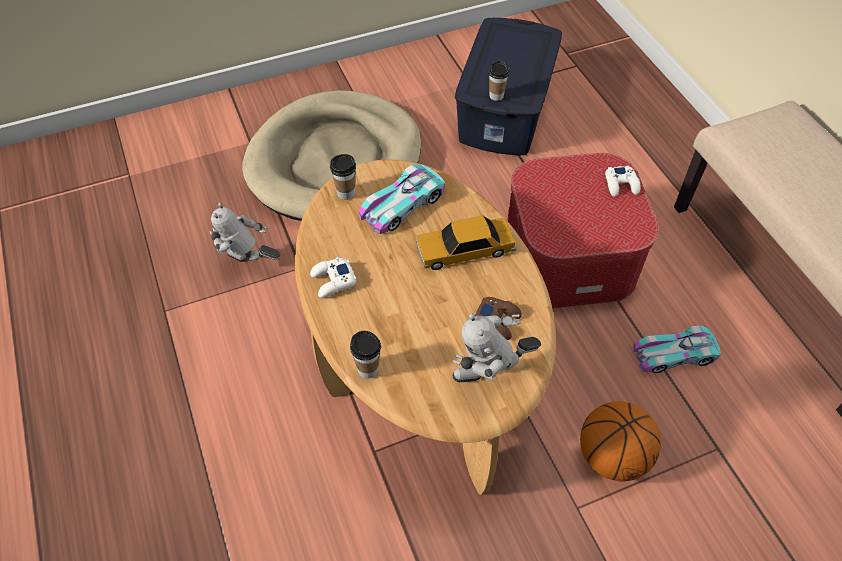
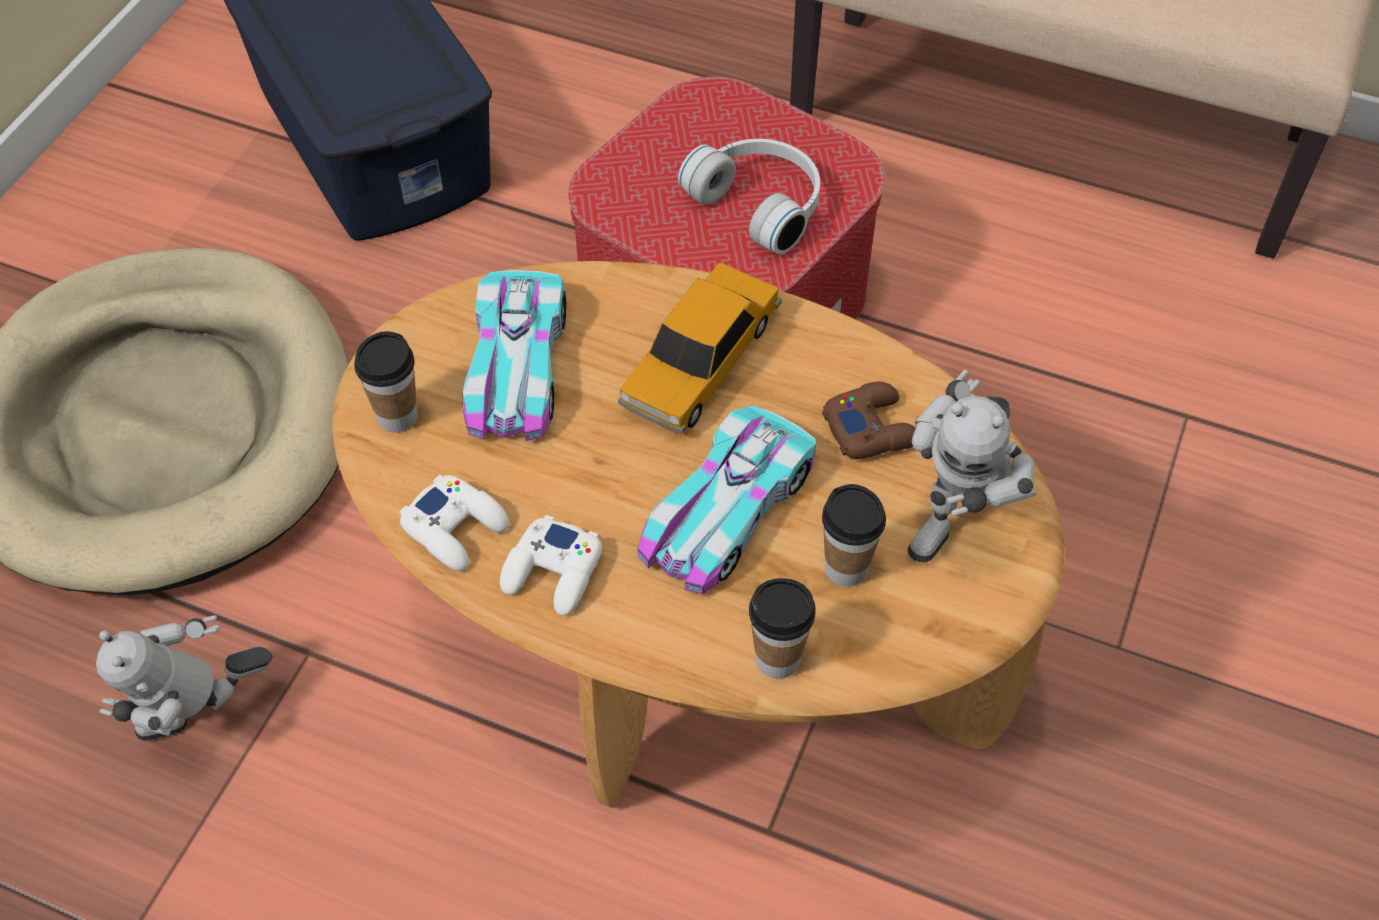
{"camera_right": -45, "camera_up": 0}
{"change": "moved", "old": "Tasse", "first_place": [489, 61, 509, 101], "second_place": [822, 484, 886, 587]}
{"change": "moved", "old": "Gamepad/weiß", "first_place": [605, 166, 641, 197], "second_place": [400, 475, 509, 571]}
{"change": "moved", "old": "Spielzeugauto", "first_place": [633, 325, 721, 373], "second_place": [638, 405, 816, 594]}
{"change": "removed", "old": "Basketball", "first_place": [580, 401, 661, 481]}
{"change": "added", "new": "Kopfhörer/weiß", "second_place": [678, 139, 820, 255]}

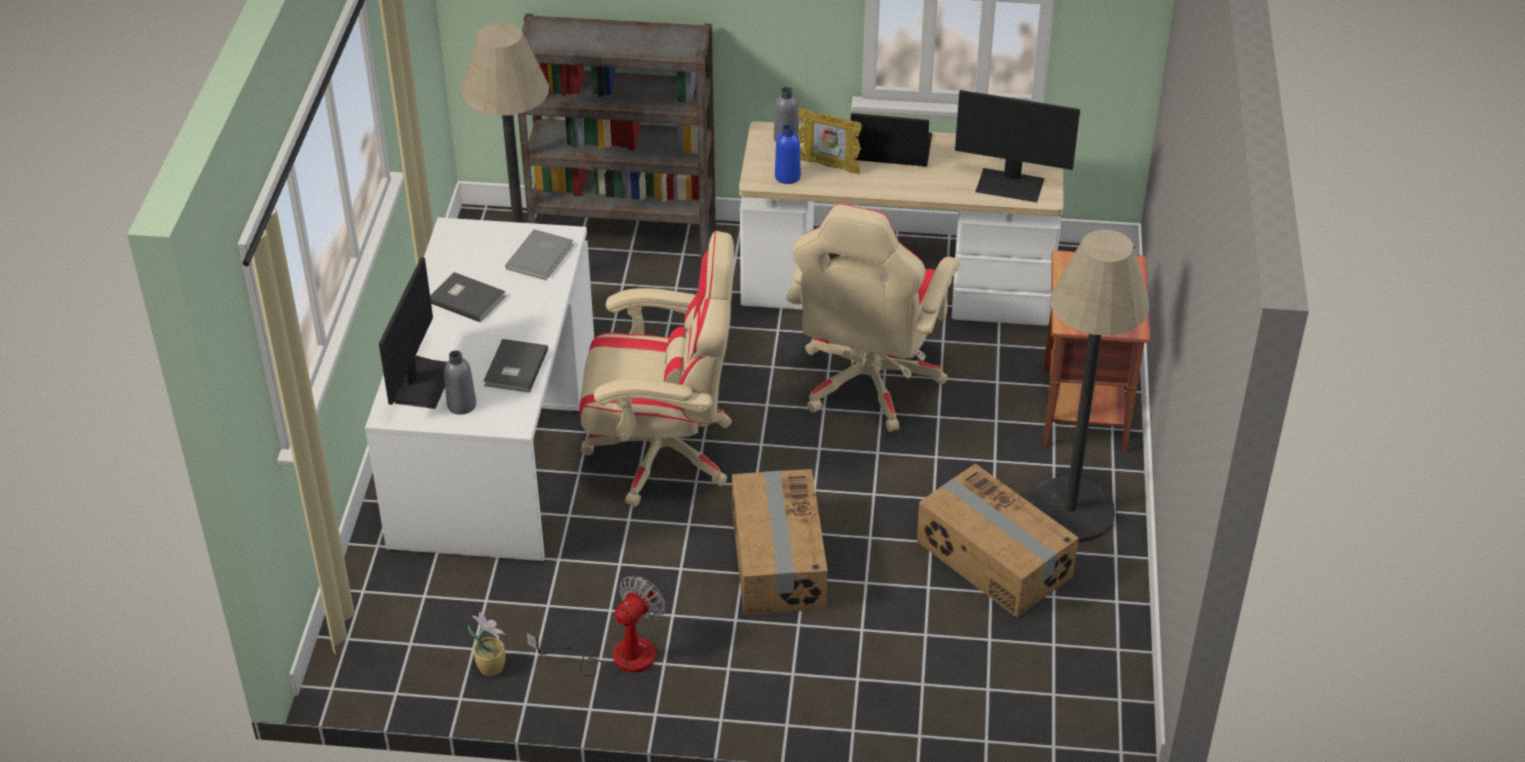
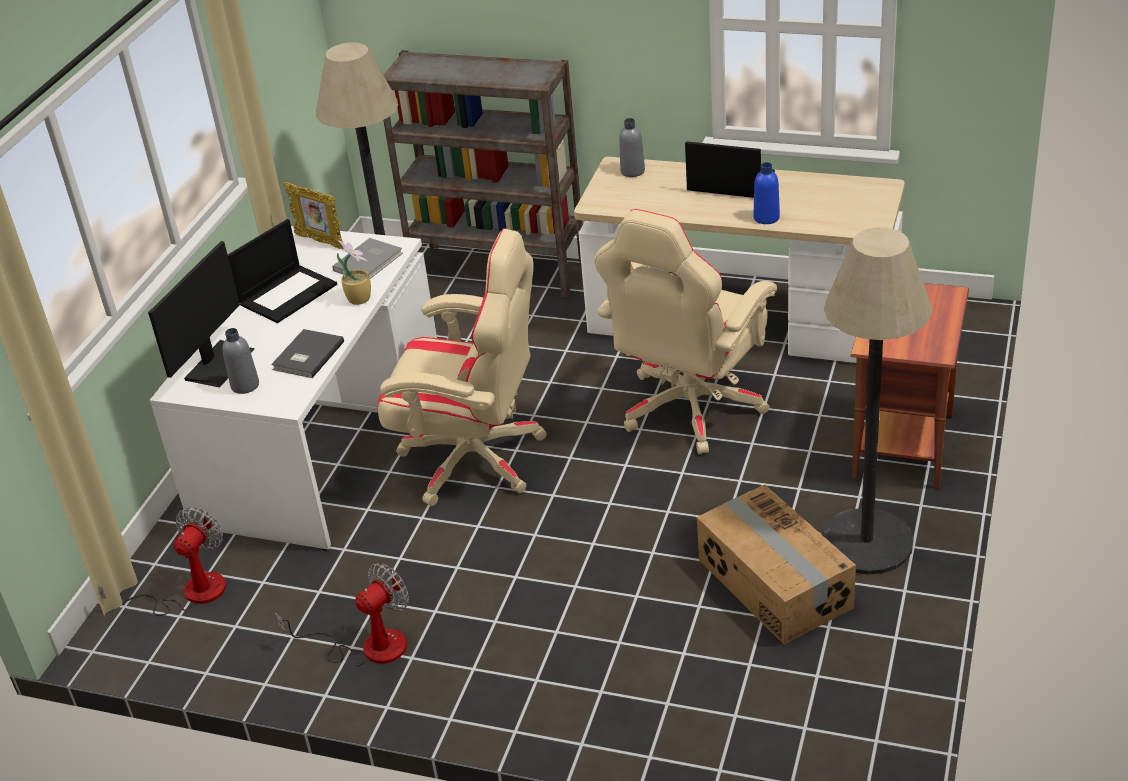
{"camera_right": 15, "camera_up": -5}
{"change": "removed", "old": "Monitor", "first_place": [955, 90, 1080, 203]}
{"change": "moved", "old": "Bilderrahmen", "first_place": [797, 108, 862, 174], "second_place": [284, 182, 344, 249]}
{"change": "moved", "old": "Flasche/blau", "first_place": [775, 124, 801, 184], "second_place": [754, 162, 780, 224]}
{"change": "replaced", "old": "Buch/grau", "new": "Laptop", "first_place": [430, 272, 506, 322], "second_place": [228, 219, 337, 323]}
{"change": "removed", "old": "Karton", "first_place": [732, 469, 828, 615]}
{"change": "moved", "old": "Topfpflanze", "first_place": [468, 612, 506, 676], "second_place": [337, 240, 371, 305]}
{"change": "added", "new": "Ventilator", "second_place": [98, 507, 226, 616]}

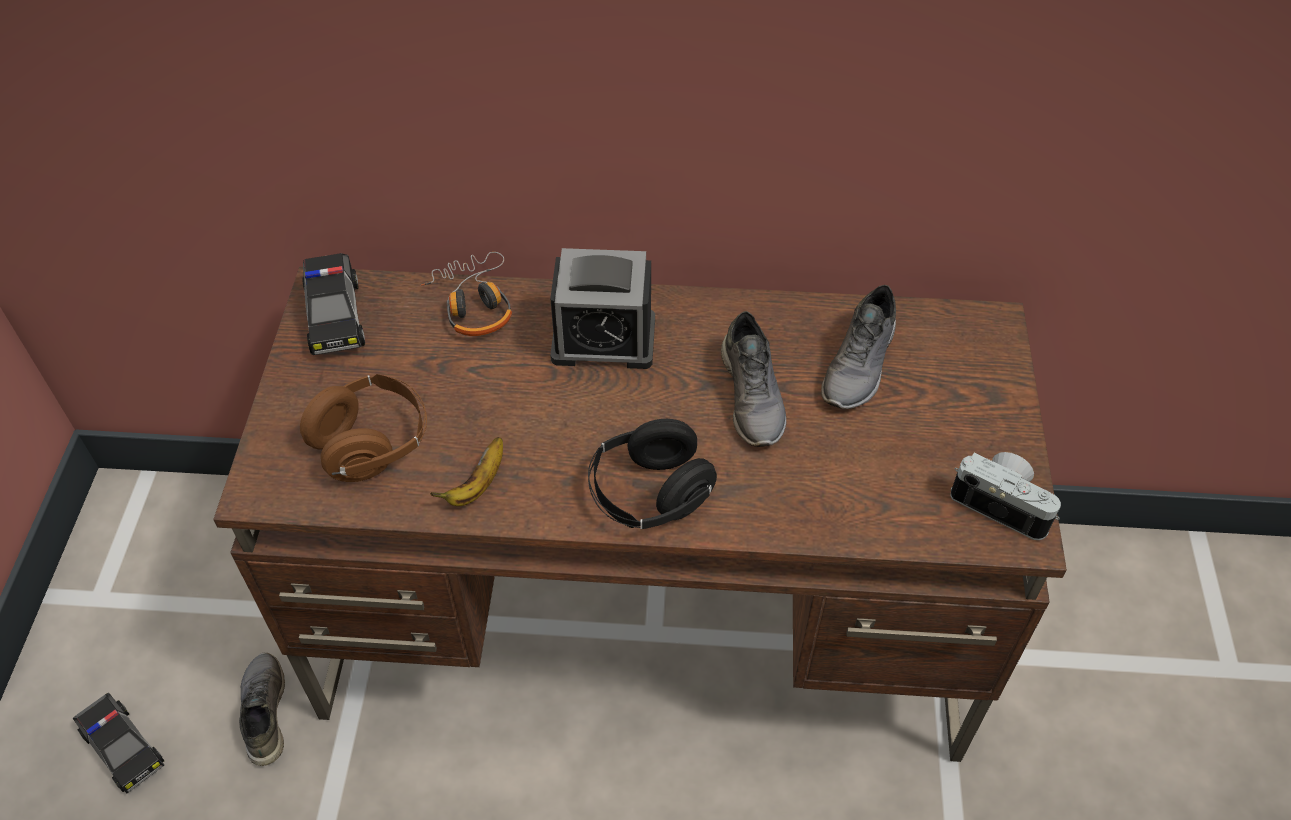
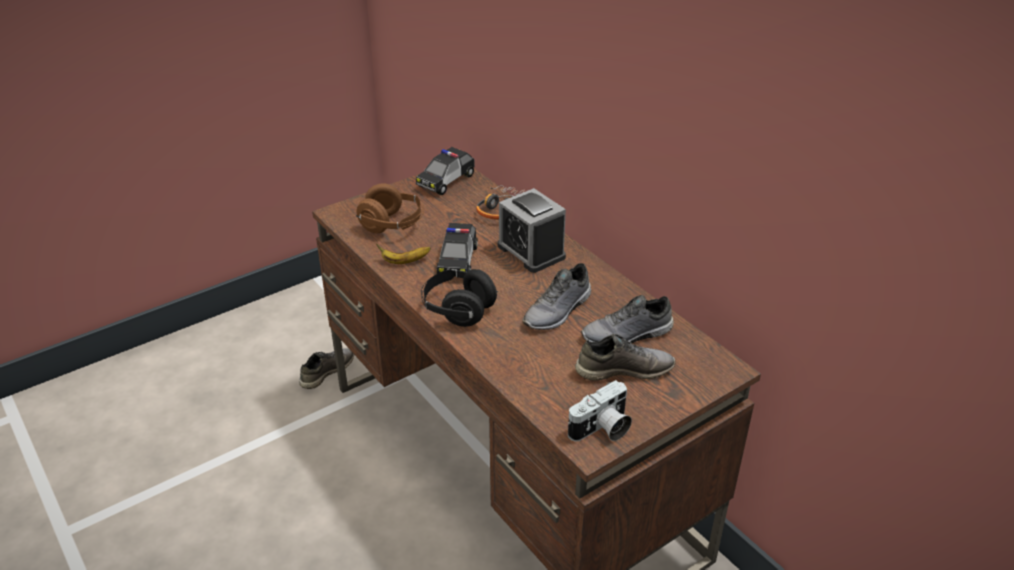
{"camera_right": 50, "camera_up": -15}
{"change": "turned", "old": "Kamera", "first_place": [950, 452, 1061, 540], "second_place": [568, 380, 632, 441], "degrees": 60}
{"change": "moved", "old": "Spielzeugauto", "first_place": [73, 693, 164, 793], "second_place": [436, 223, 478, 274]}
{"change": "added", "new": "Schuh/grau", "second_place": [575, 334, 676, 381]}

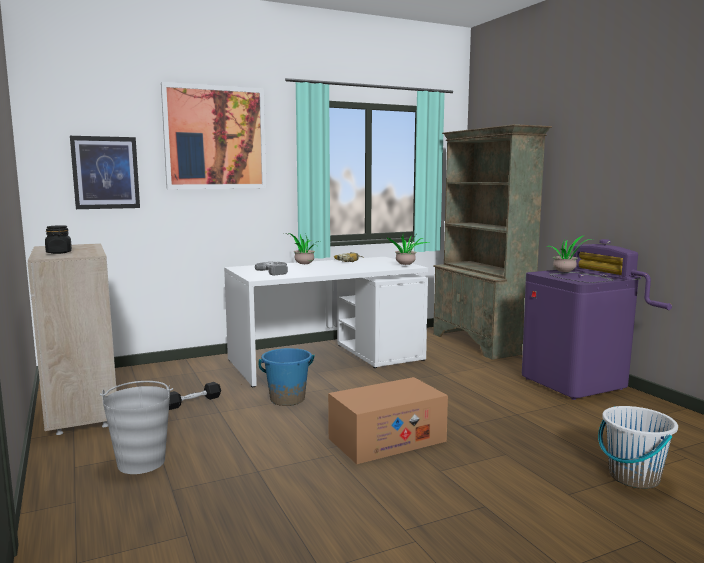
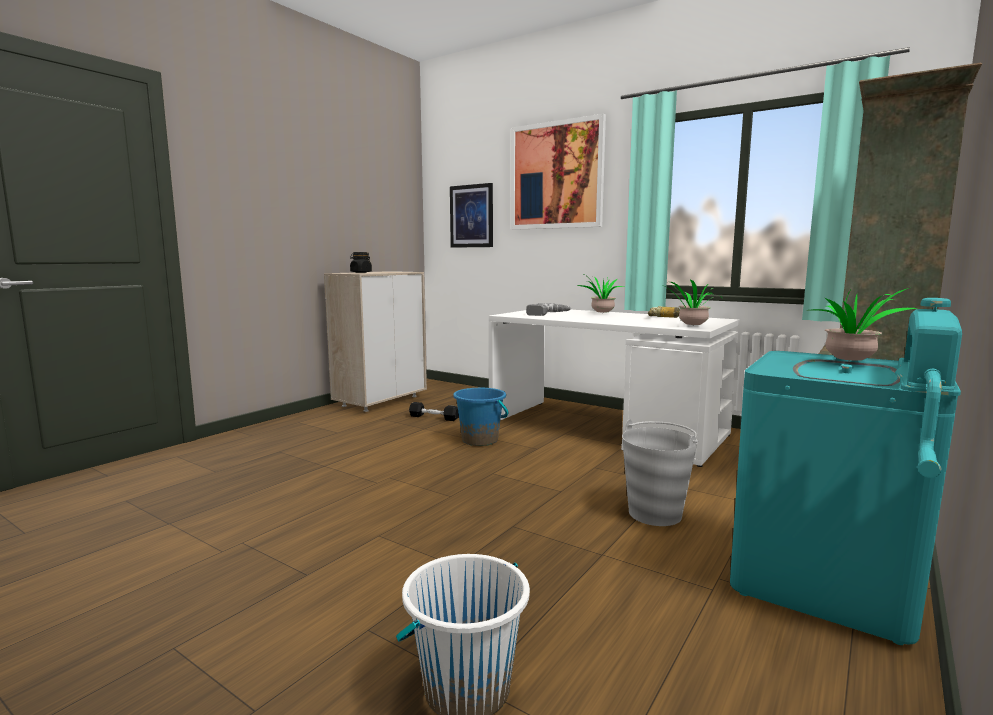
{"camera_right": 60, "camera_up": 0}
{"change": "recoloured", "old": "Waschmaschine/lila", "new": "Waschmaschine/türkis", "first_place": [522, 239, 672, 400], "second_place": [730, 298, 962, 645]}
{"change": "removed", "old": "Karton", "first_place": [328, 377, 448, 464]}
{"change": "moved", "old": "Eimer/grau", "first_place": [100, 381, 173, 474], "second_place": [622, 419, 698, 526]}

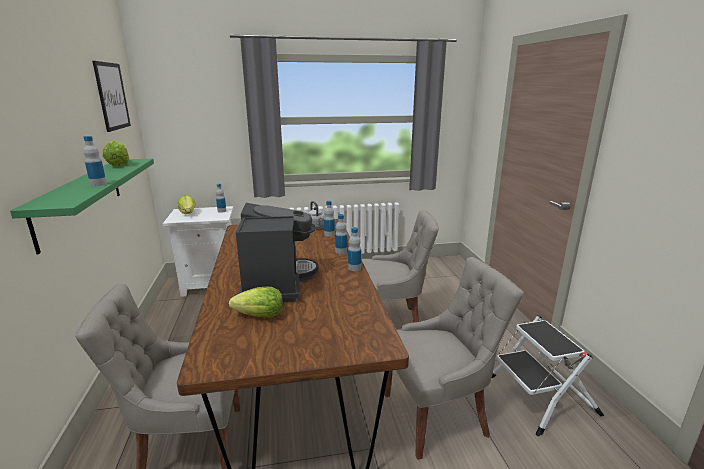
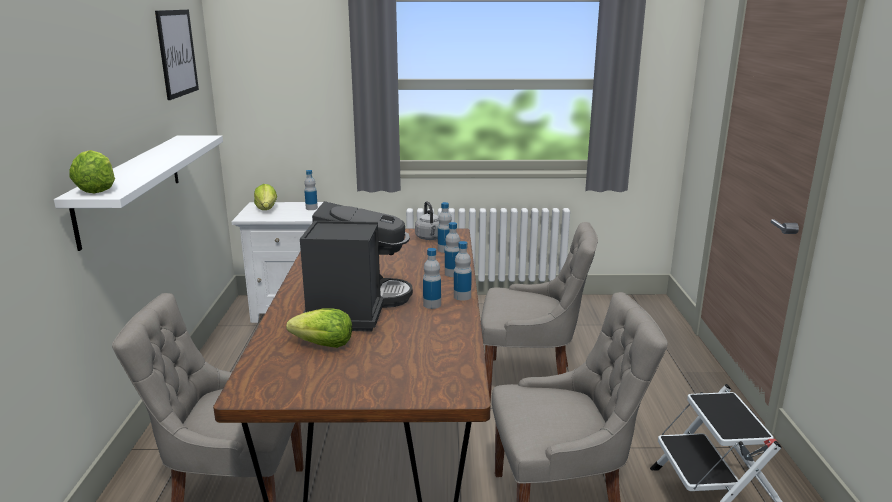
{"camera_right": 10, "camera_up": 0}
{"change": "moved", "old": "Flasche", "first_place": [83, 136, 107, 186], "second_place": [423, 248, 441, 309]}
{"change": "moved", "old": "Salatkopf", "first_place": [103, 141, 130, 166], "second_place": [70, 150, 115, 194]}
{"change": "recoloured", "old": "Wandregal/grün", "new": "Wandregal/weiß", "first_place": [10, 159, 154, 254], "second_place": [54, 135, 223, 251]}

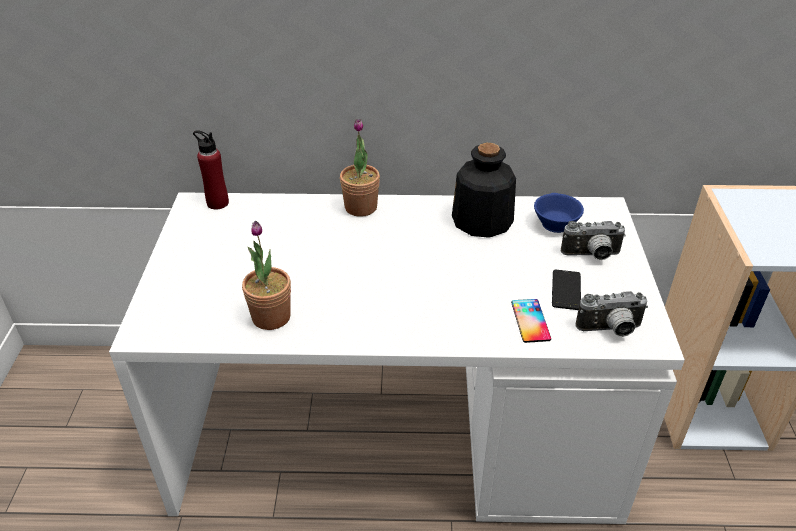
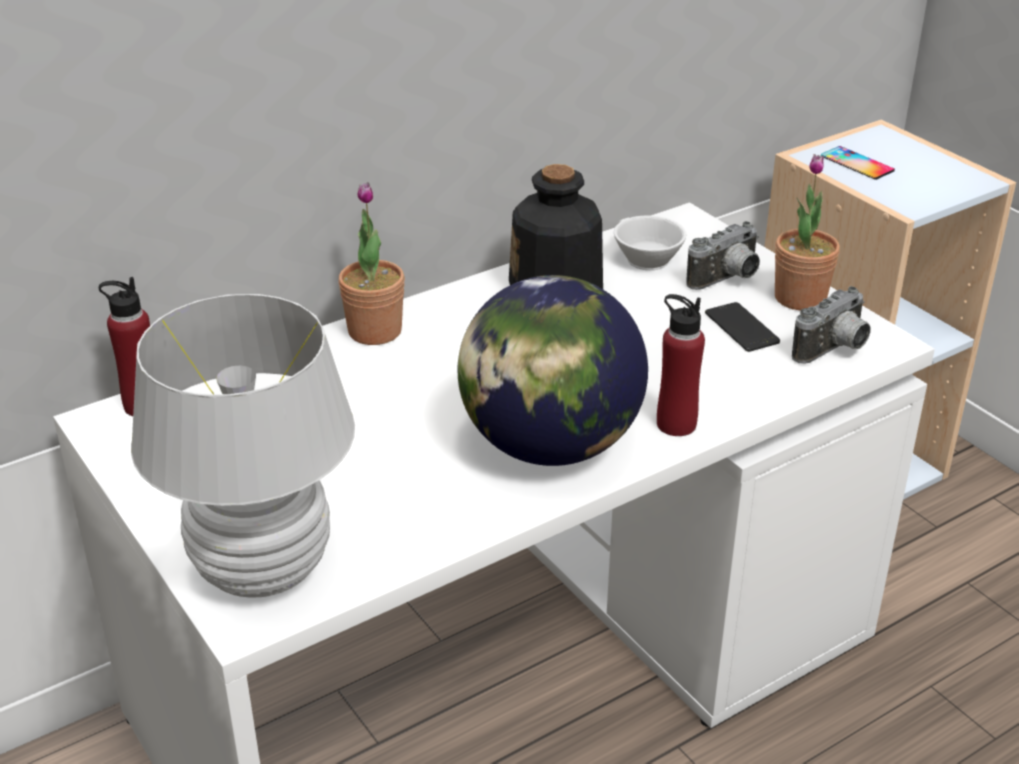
{"camera_right": -35, "camera_up": -5}
{"change": "recoloured", "old": "Tasse/blau", "new": "Tasse/weiß", "first_place": [534, 193, 584, 233], "second_place": [614, 216, 686, 270]}
{"change": "moved", "old": "Topfpflanze", "first_place": [242, 221, 291, 330], "second_place": [775, 154, 840, 311]}
{"change": "moved", "old": "Handy", "first_place": [511, 299, 551, 343], "second_place": [821, 146, 895, 180]}
{"change": "added", "new": "Globus", "second_place": [457, 275, 648, 466]}
{"change": "added", "new": "Tischlampe/weiß", "second_place": [131, 294, 355, 598]}
{"change": "added", "new": "Flasche/rot", "second_place": [657, 294, 705, 436]}

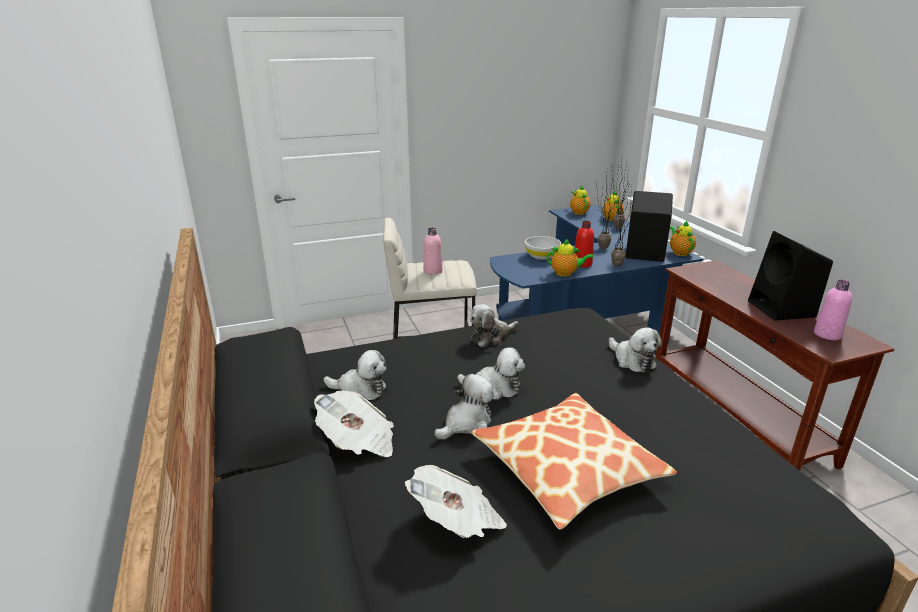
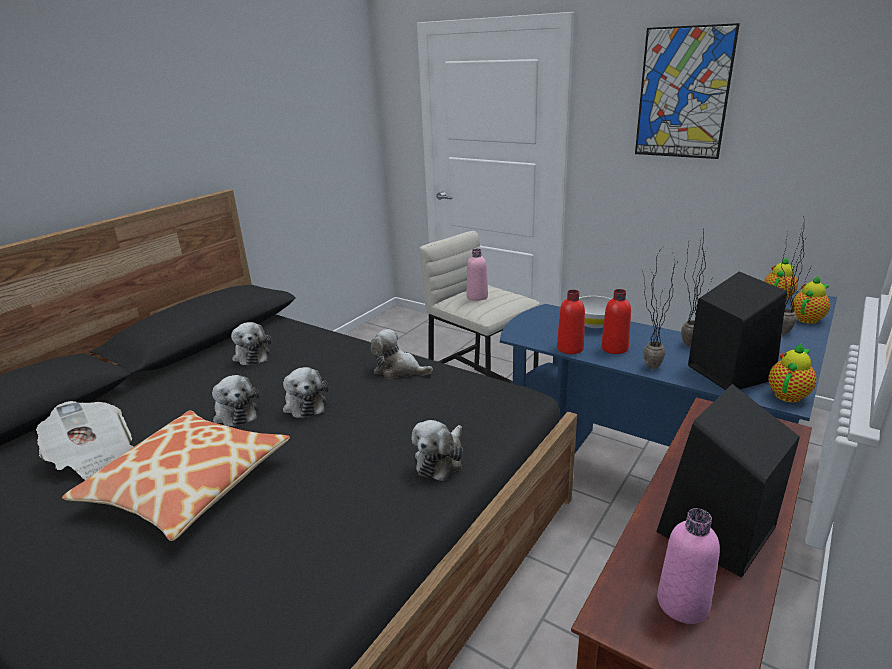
{"camera_right": 55, "camera_up": 0}
{"change": "replaced", "old": "Teekanne", "new": "Flasche/rot", "first_place": [546, 239, 593, 277], "second_place": [557, 290, 585, 354]}
{"change": "turned", "old": "Plüschtier", "first_place": [434, 374, 494, 439], "second_place": [212, 375, 259, 427], "degrees": 45}
{"change": "removed", "old": "Zeitung", "first_place": [314, 391, 394, 457]}
{"change": "added", "new": "Bild", "second_place": [635, 23, 740, 159]}

